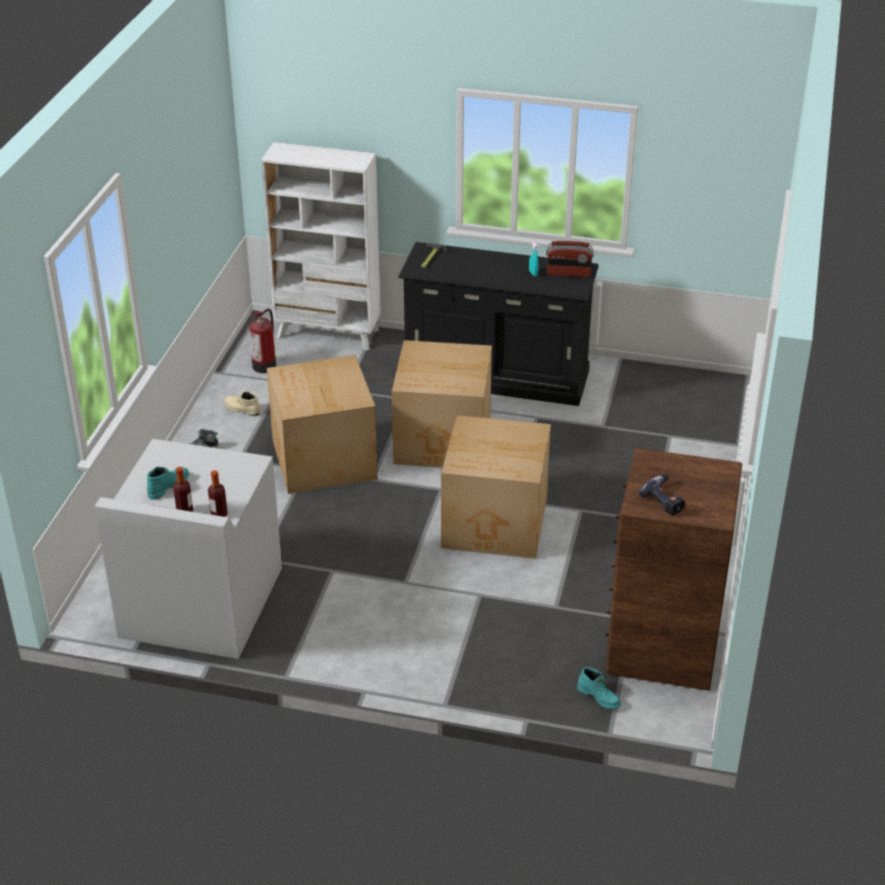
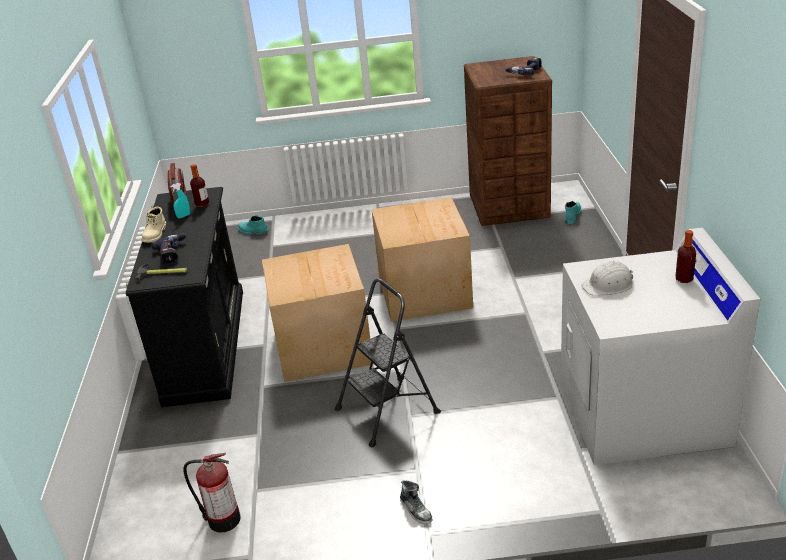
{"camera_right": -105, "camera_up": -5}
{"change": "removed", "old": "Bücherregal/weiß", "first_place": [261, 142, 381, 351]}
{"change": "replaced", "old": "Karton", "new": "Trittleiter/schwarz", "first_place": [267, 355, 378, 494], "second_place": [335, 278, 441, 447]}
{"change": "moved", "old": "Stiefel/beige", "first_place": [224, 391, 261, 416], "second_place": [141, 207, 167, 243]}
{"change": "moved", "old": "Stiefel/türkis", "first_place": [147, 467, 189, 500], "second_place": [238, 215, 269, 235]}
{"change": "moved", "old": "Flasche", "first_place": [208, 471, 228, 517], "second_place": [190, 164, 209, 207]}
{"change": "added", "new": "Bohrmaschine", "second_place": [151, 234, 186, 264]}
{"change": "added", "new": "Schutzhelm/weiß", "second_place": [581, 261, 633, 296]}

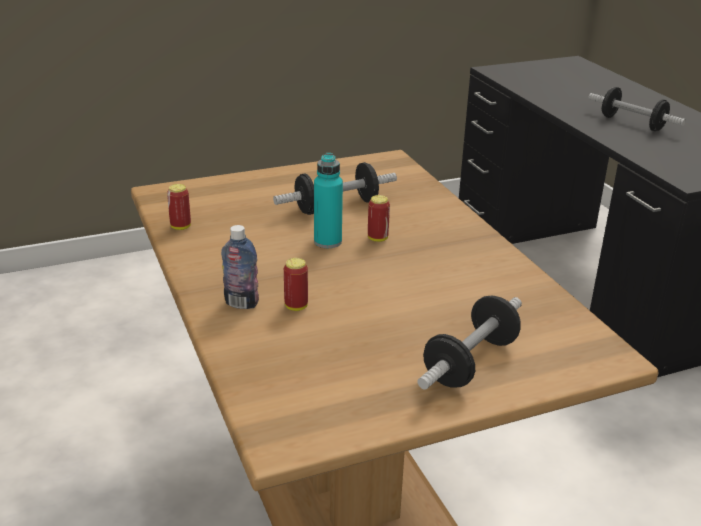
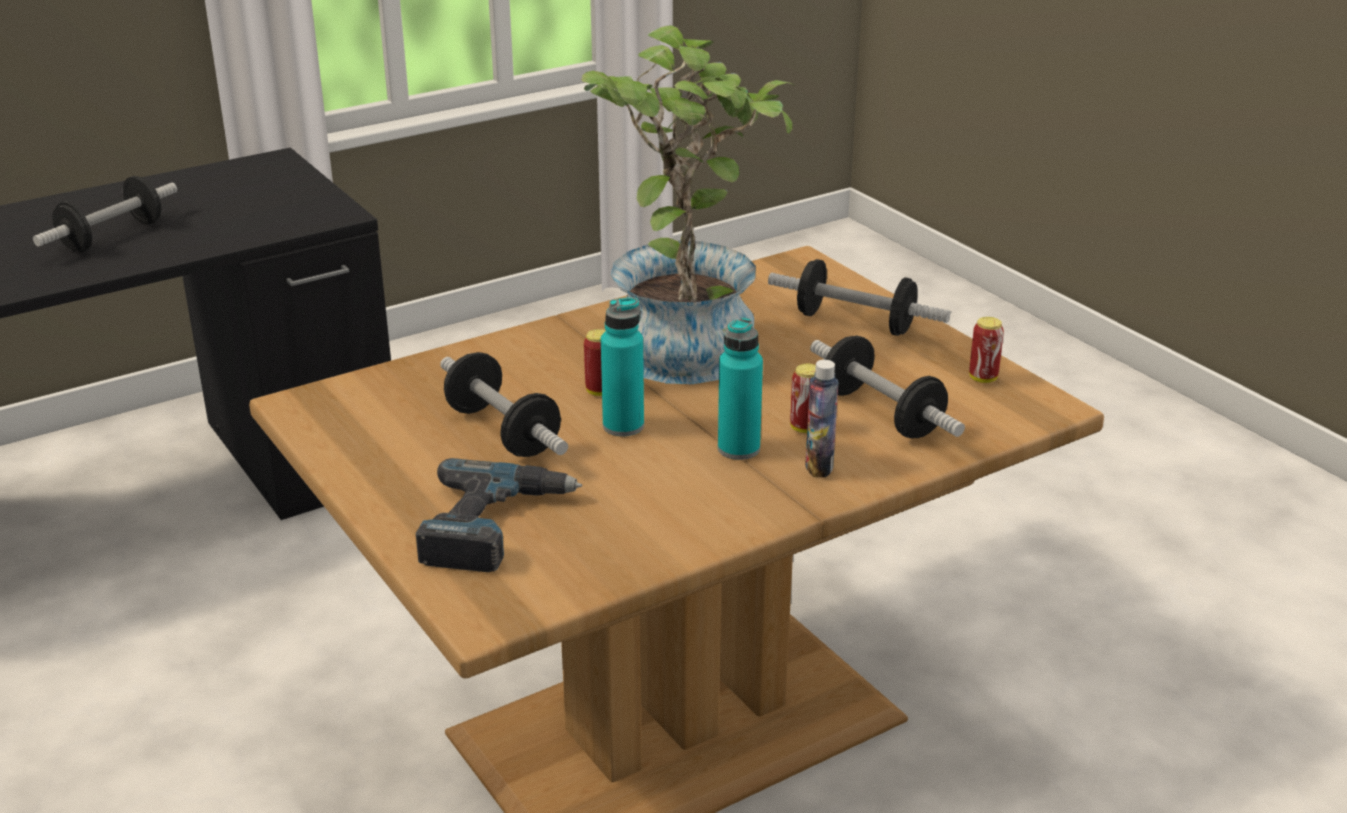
{"camera_right": -100, "camera_up": 0}
{"change": "moved", "old": "Dose", "first_place": [167, 184, 191, 230], "second_place": [969, 317, 1004, 383]}
{"change": "added", "new": "Topfpflanze", "second_place": [581, 25, 795, 384]}
{"change": "added", "new": "Flasche/türkis", "second_place": [718, 317, 763, 460]}
{"change": "added", "new": "Hantel", "second_place": [810, 336, 965, 438]}
{"change": "added", "new": "Bohrmaschine", "second_place": [416, 458, 582, 572]}

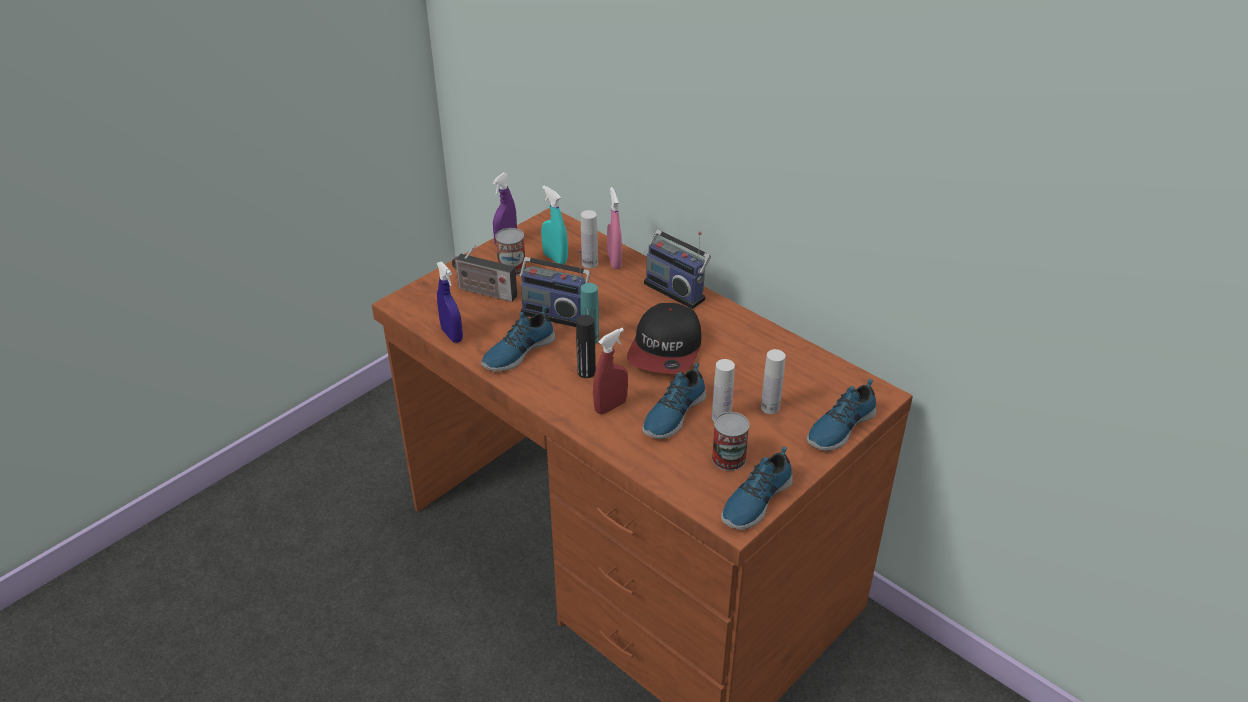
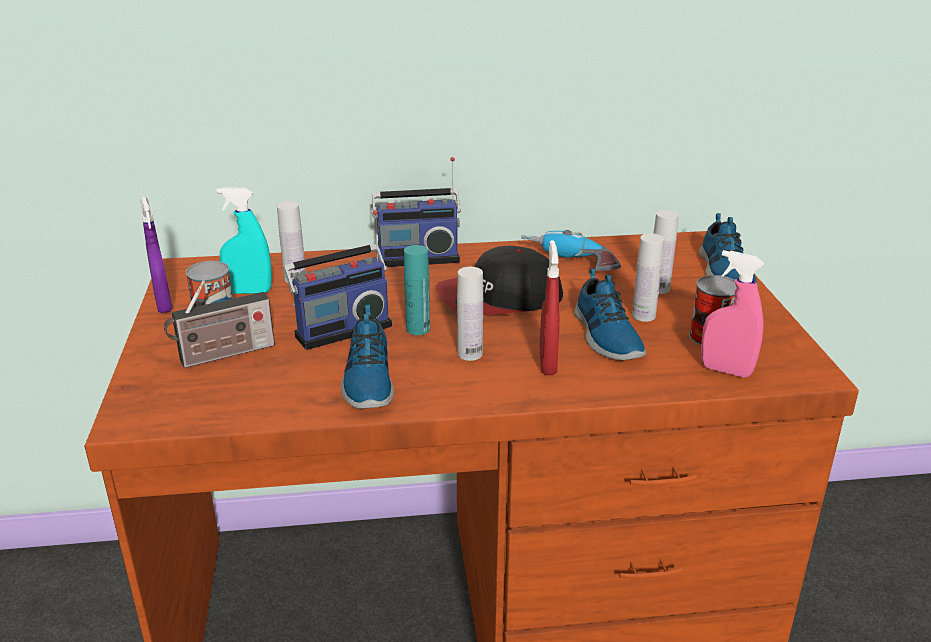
{"camera_right": -50, "camera_up": -10}
{"change": "moved", "old": "Sprühflasche/rosa", "first_place": [607, 187, 622, 269], "second_place": [701, 250, 764, 378]}
{"change": "removed", "old": "Sprühflasche/blau", "first_place": [437, 261, 463, 343]}
{"change": "turned", "old": "Kappe", "first_place": [627, 303, 701, 374], "second_place": [435, 246, 563, 315], "degrees": 105}
{"change": "recoloured", "old": "Flasche/schwarz", "new": "Flasche/weiß", "first_place": [576, 315, 596, 378], "second_place": [457, 267, 483, 361]}
{"change": "removed", "old": "Schuh", "first_place": [721, 446, 793, 530]}
{"change": "added", "new": "Bohrmaschine", "second_place": [521, 230, 621, 271]}

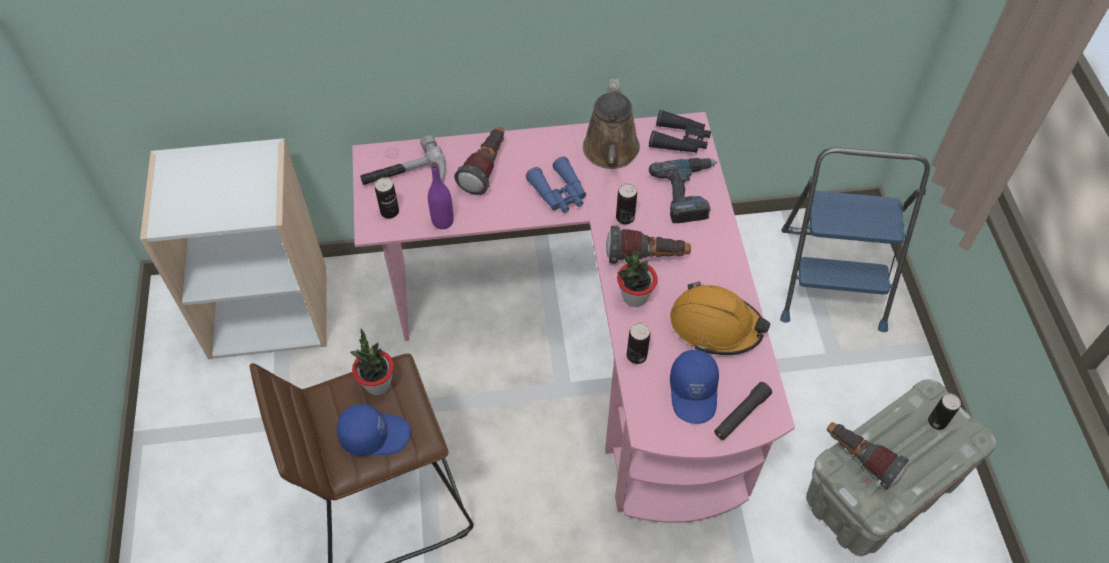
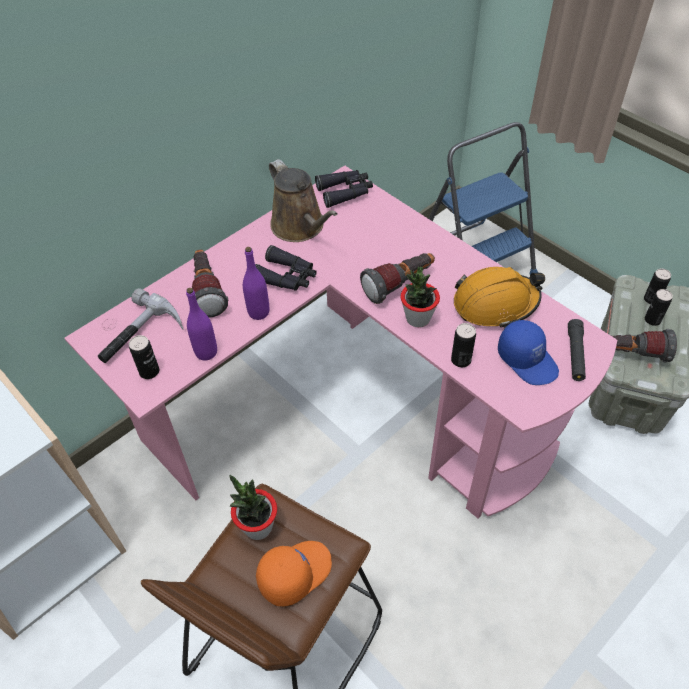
{"camera_right": -35, "camera_up": -5}
{"change": "recoloured", "old": "Fernglas/blau", "new": "Fernglas/schwarz", "first_place": [526, 156, 586, 213], "second_place": [255, 245, 317, 291]}
{"change": "removed", "old": "Bohrmaschine", "first_place": [649, 158, 717, 223]}
{"change": "moved", "old": "Dose", "first_place": [616, 183, 637, 225], "second_place": [645, 289, 673, 326]}
{"change": "recoloured", "old": "Kappe/blau", "new": "Kappe/orange", "first_place": [337, 404, 411, 456], "second_place": [256, 541, 332, 606]}
{"change": "added", "new": "Flasche/lila", "second_place": [243, 247, 269, 320]}

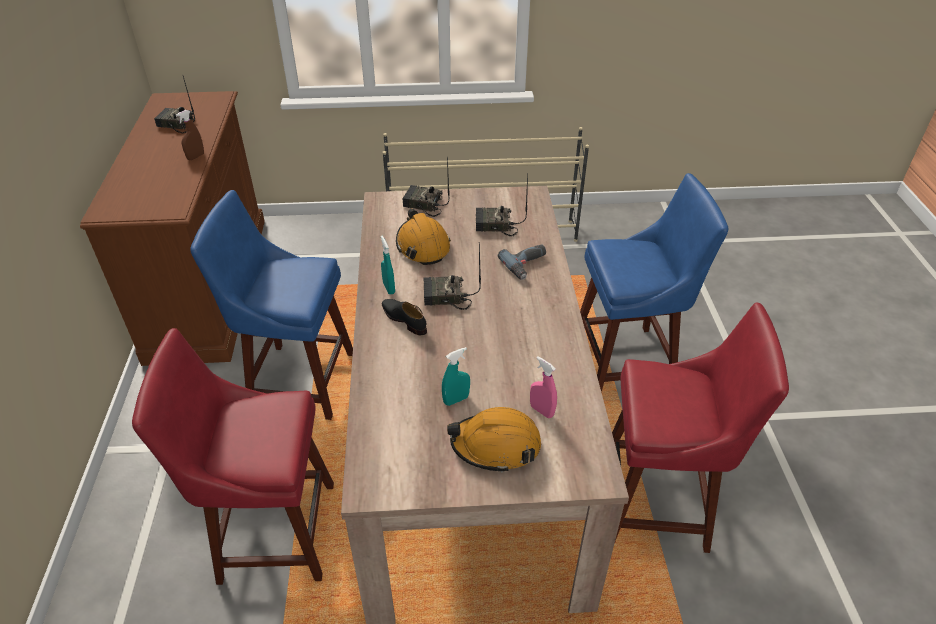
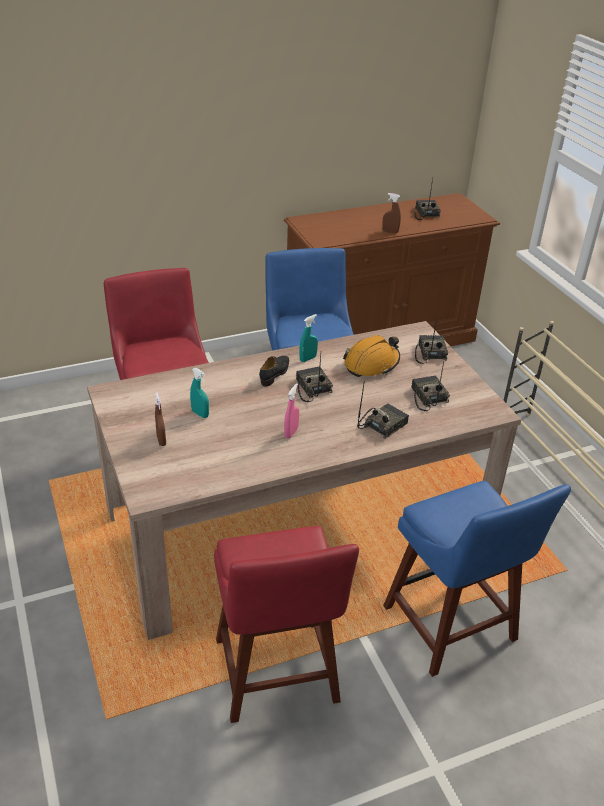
{"camera_right": 70, "camera_up": -5}
{"change": "replaced", "old": "Bohrmaschine", "new": "Radio", "first_place": [498, 244, 546, 280], "second_place": [357, 380, 409, 438]}
{"change": "moved", "old": "Sprühflasche/rosa", "first_place": [530, 357, 557, 418], "second_place": [284, 383, 299, 439]}
{"change": "replaced", "old": "Schutzhelm/orange", "new": "Sprühflasche/braun", "first_place": [447, 407, 541, 473], "second_place": [155, 393, 166, 446]}

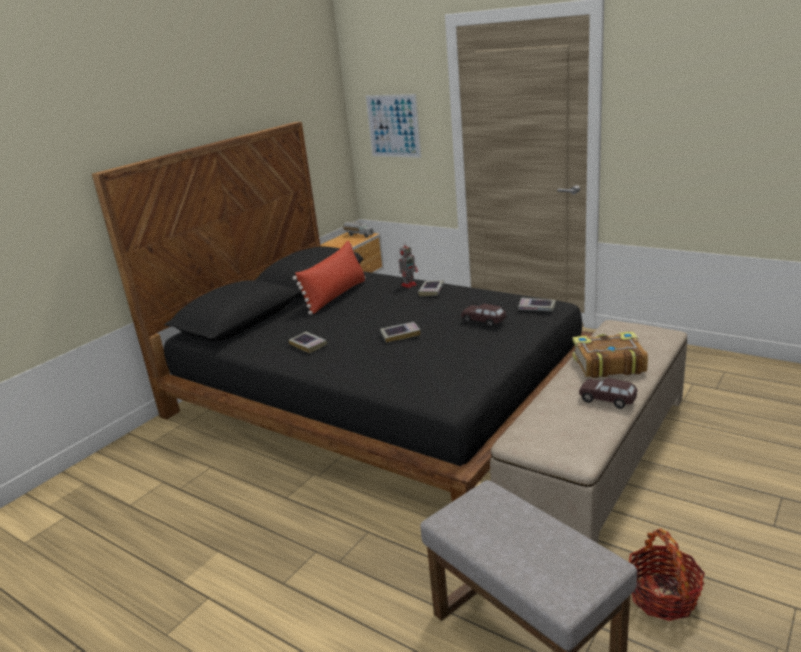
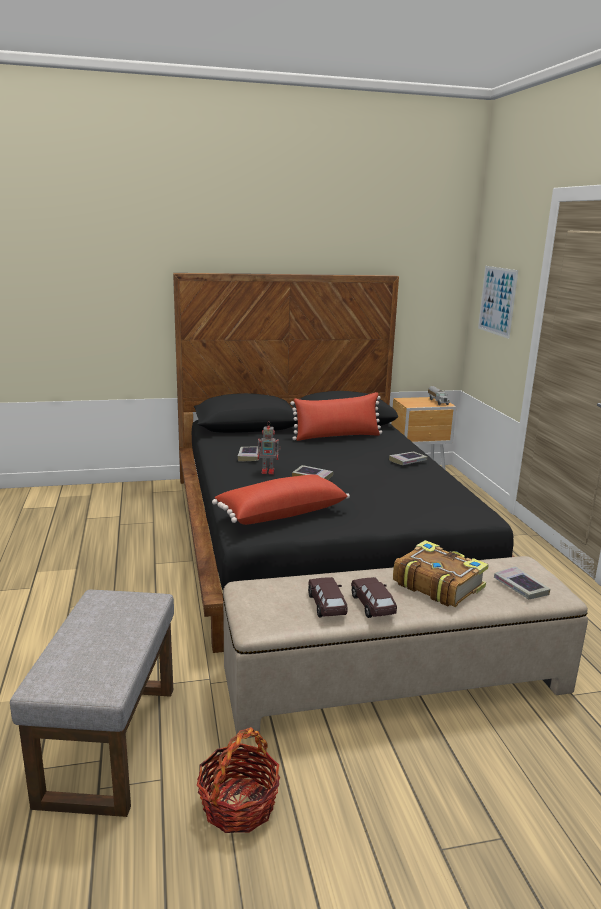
{"camera_right": 40, "camera_up": -5}
{"change": "moved", "old": "Spielzeugroboter", "first_place": [399, 242, 418, 288], "second_place": [257, 421, 281, 474]}
{"change": "moved", "old": "Buch", "first_place": [518, 298, 556, 311], "second_place": [494, 566, 551, 599]}
{"change": "moved", "old": "Spielzeugauto/braun", "first_place": [461, 304, 506, 327], "second_place": [308, 577, 348, 618]}
{"change": "added", "new": "Kissen/rot", "second_place": [212, 474, 350, 525]}

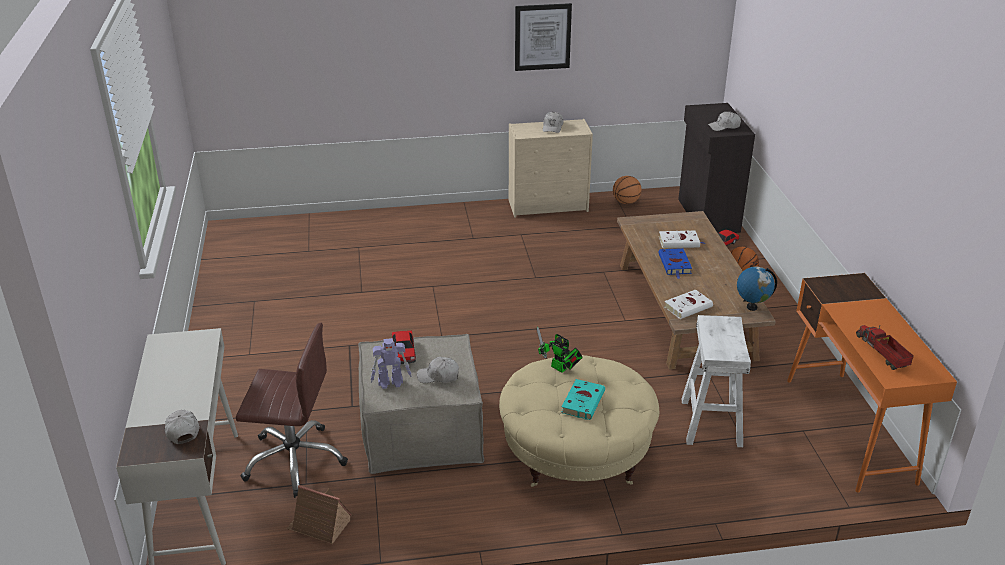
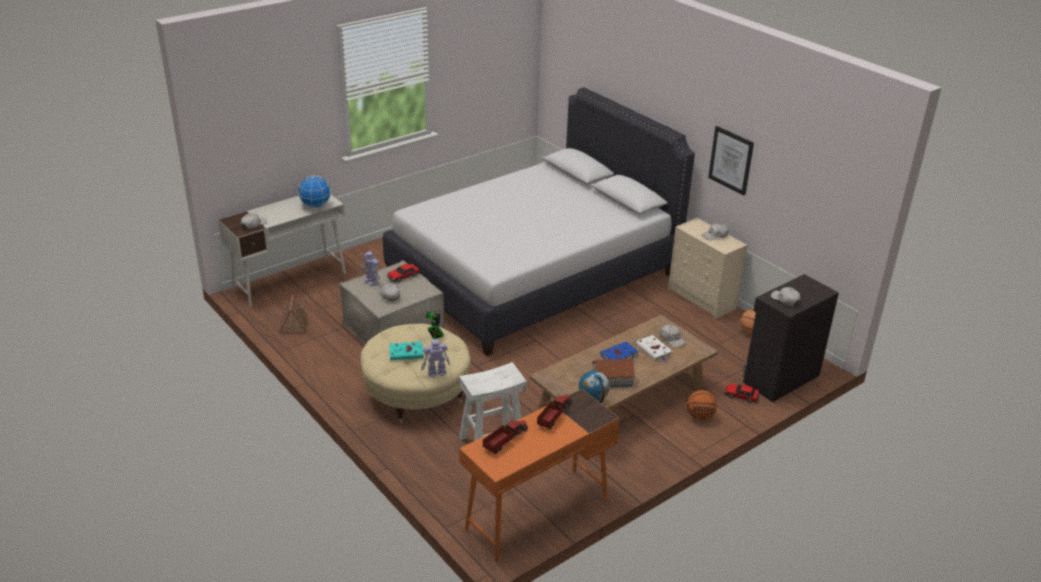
{"camera_right": 60, "camera_up": 0}
{"change": "removed", "old": "Buch/weiß", "first_place": [664, 290, 713, 319]}
{"change": "removed", "old": "Bürostuhl/braun", "first_place": [236, 323, 348, 498]}
{"change": "added", "new": "Bett/weiß", "second_place": [383, 87, 695, 356]}
{"change": "added", "new": "Globus", "second_place": [298, 175, 331, 208]}
{"change": "added", "new": "Kappe/weiß", "second_place": [660, 325, 686, 348]}
{"change": "added", "new": "Spielzeugroboter", "second_place": [421, 339, 450, 377]}
{"change": "added", "new": "Spielzeughaus", "second_place": [592, 359, 635, 387]}
{"change": "added", "new": "Spielzeuglaster", "second_place": [537, 394, 572, 429]}

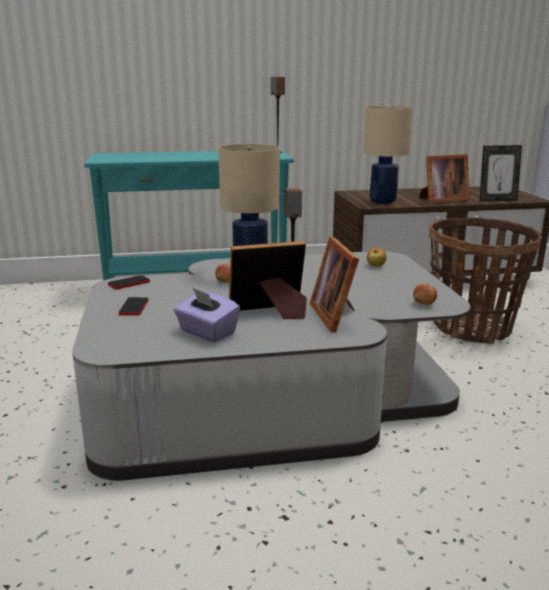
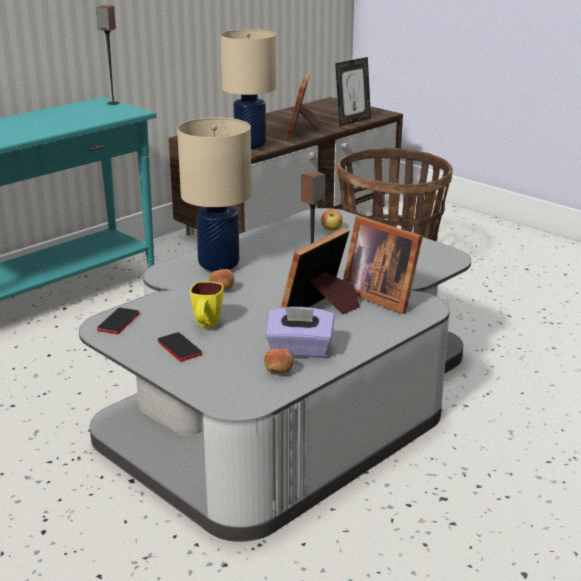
{"camera_right": -35, "camera_up": 5}
{"change": "turned", "old": "Bilderrahmen", "first_place": [419, 154, 470, 203], "second_place": [286, 74, 321, 139], "degrees": 150}
{"change": "moved", "old": "Apfel", "first_place": [413, 284, 437, 305], "second_place": [264, 346, 294, 373]}
{"change": "added", "new": "Henkelbecher/gelb", "second_place": [190, 282, 223, 328]}

